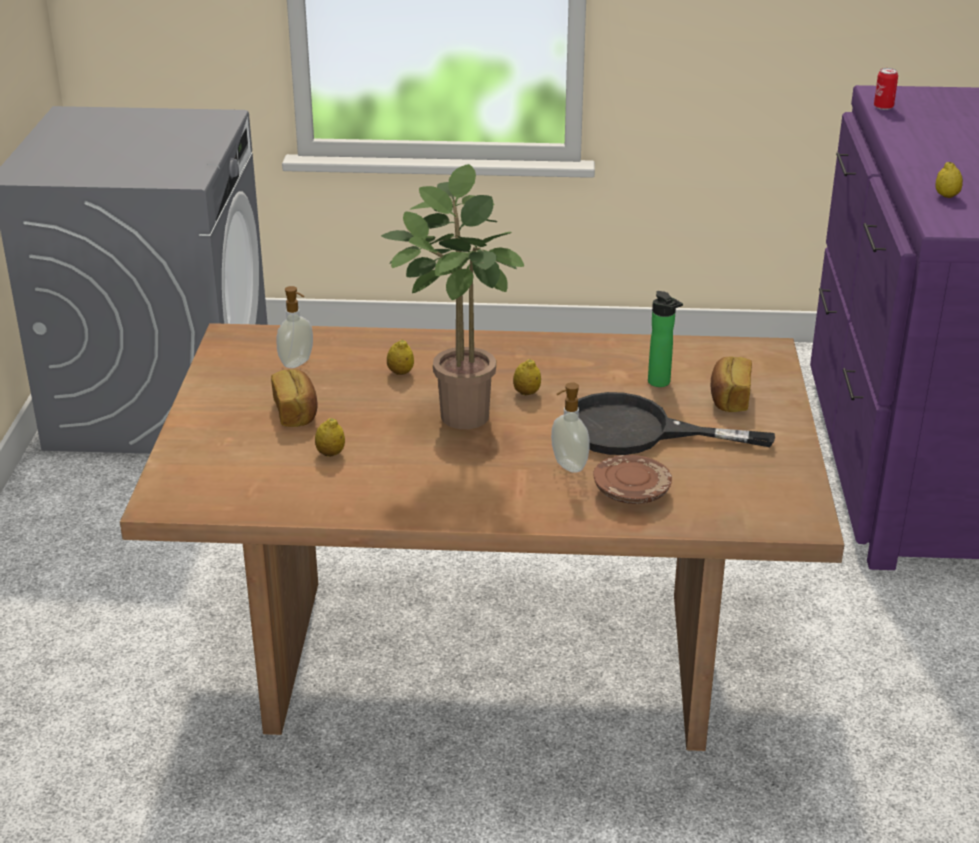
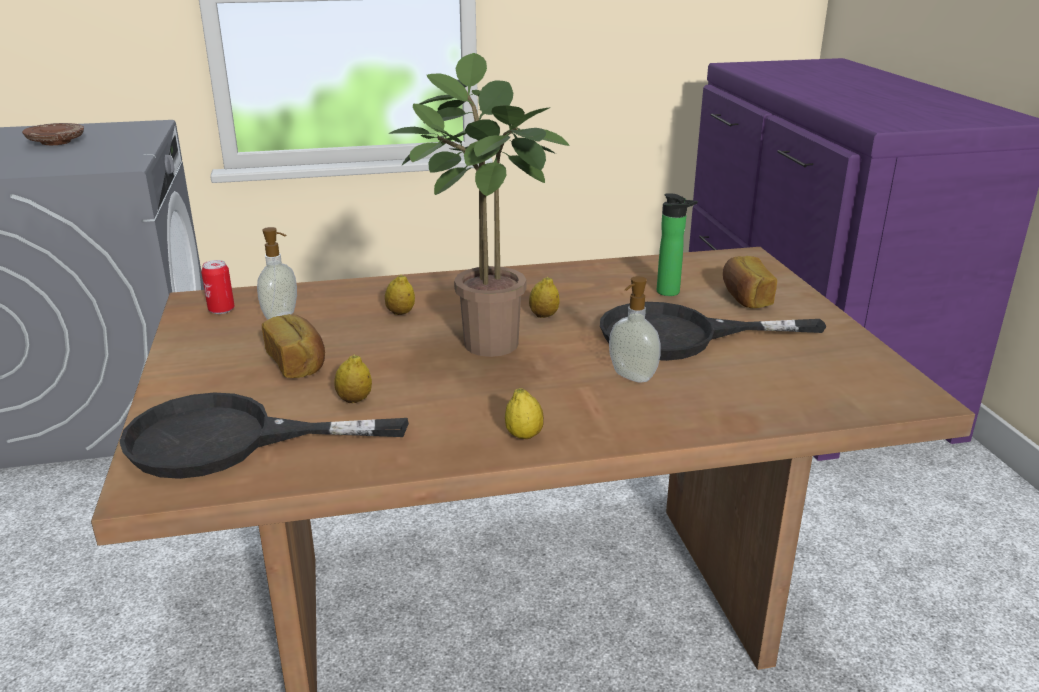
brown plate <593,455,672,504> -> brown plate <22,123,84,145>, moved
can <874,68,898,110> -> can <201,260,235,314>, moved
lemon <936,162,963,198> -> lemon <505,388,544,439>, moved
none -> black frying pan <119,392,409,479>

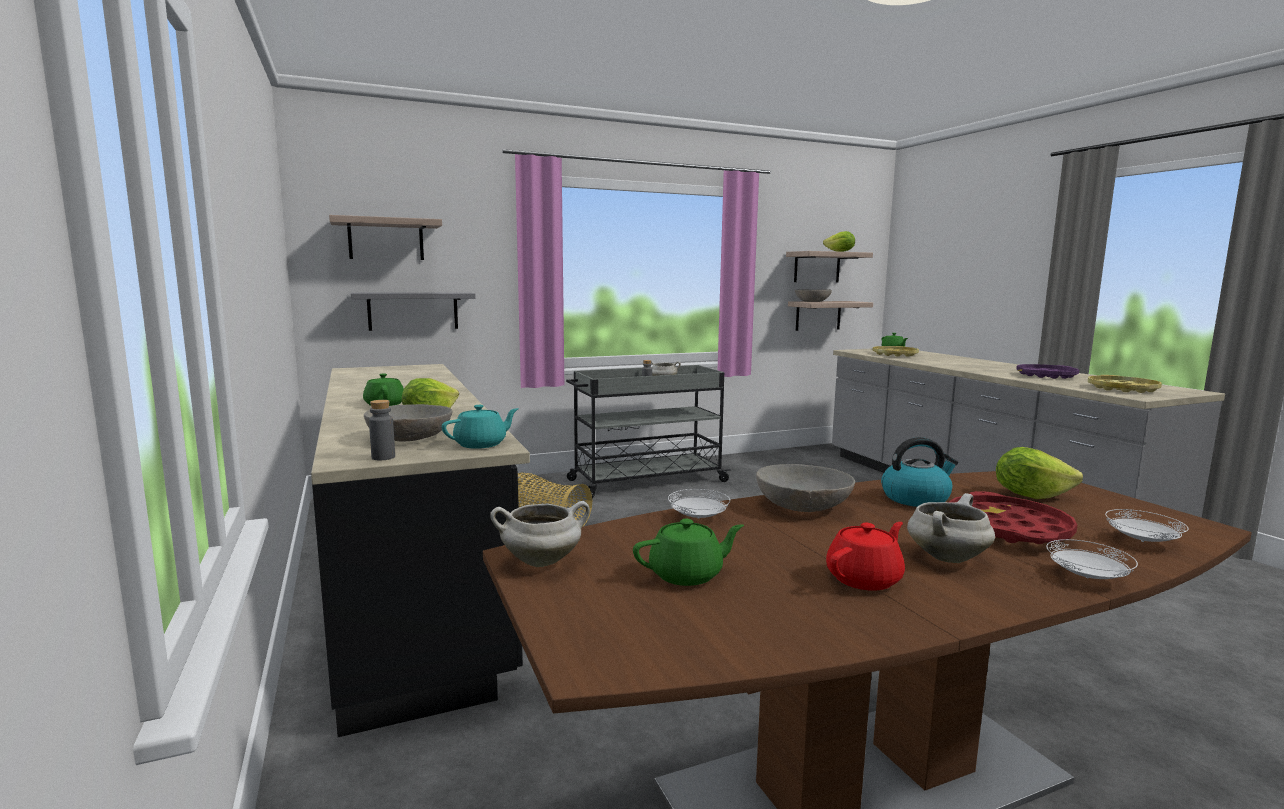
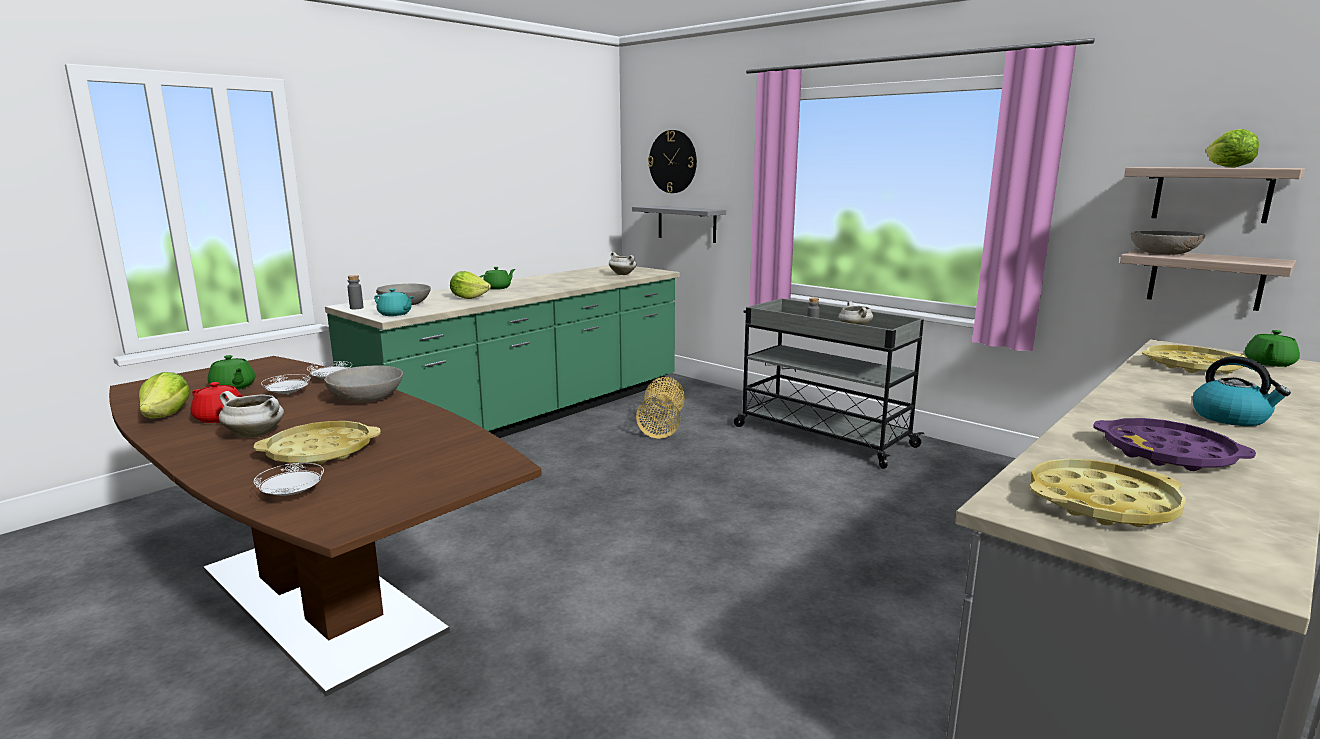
black counter <311,364,530,737> -> green counter <325,265,680,438>
shelf <329,215,442,260> -> wall clock <648,130,697,193>
white cooking pot <490,501,590,567> -> white cooking pot <609,252,637,275>, moved
kettle <881,437,958,507> -> kettle <1192,356,1291,426>, moved
red tray <949,491,1077,544> -> yellow tray <254,421,381,465>
lettuce <996,447,1083,499> -> lettuce <139,372,191,419>, moved
white plate <1046,539,1138,579> -> white plate <261,374,311,395>, moved

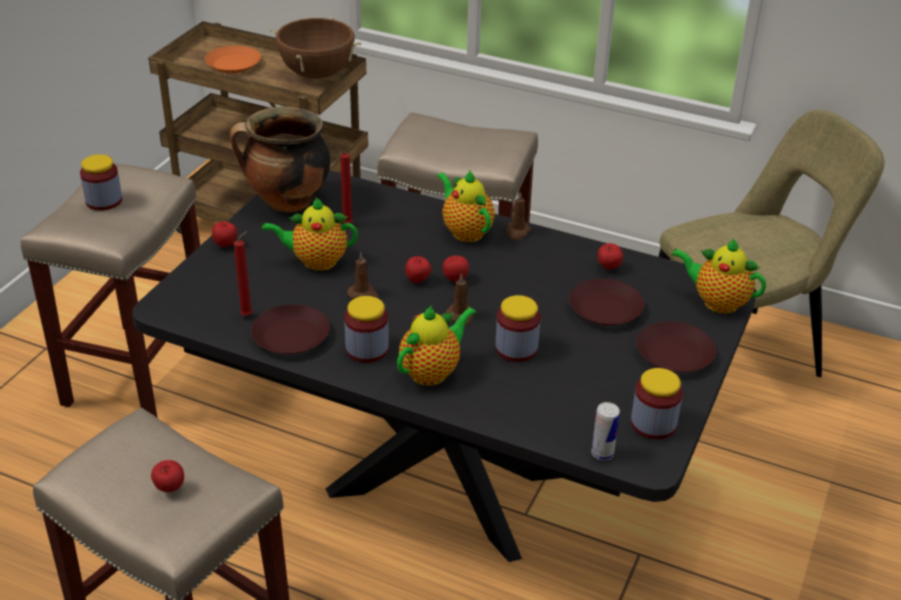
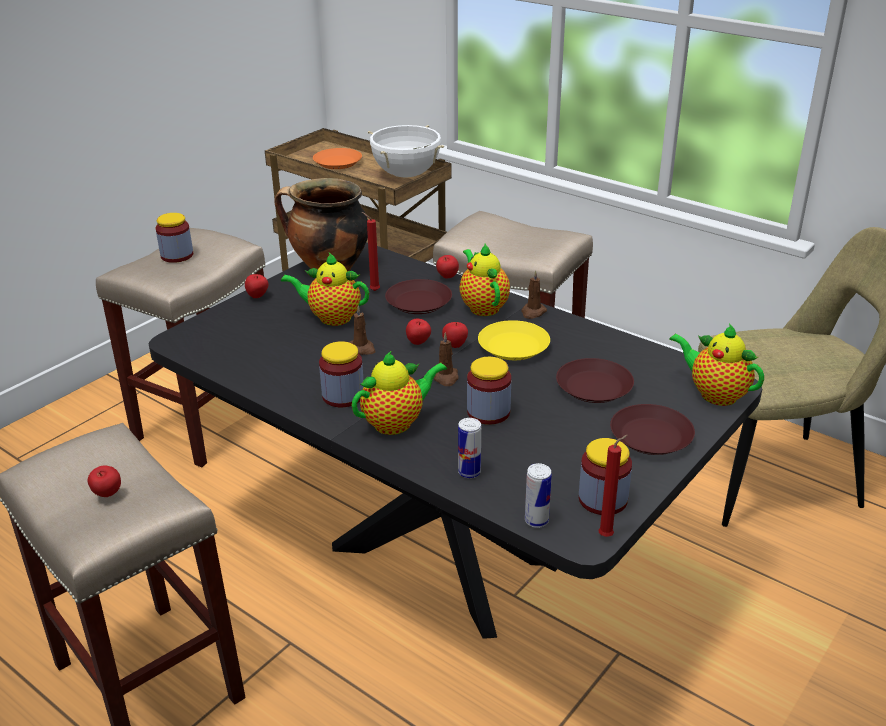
red candle <234,231,252,316> -> red candle <598,435,628,537>, moved
brown plate <251,304,330,354> -> brown plate <385,279,452,314>, moved
brown cooking pot <269,16,362,79> -> white cooking pot <368,125,444,178>
apple <598,243,623,269> -> apple <436,255,459,279>, moved
none -> can <458,418,481,478>
none -> yellow plate <478,320,550,360>

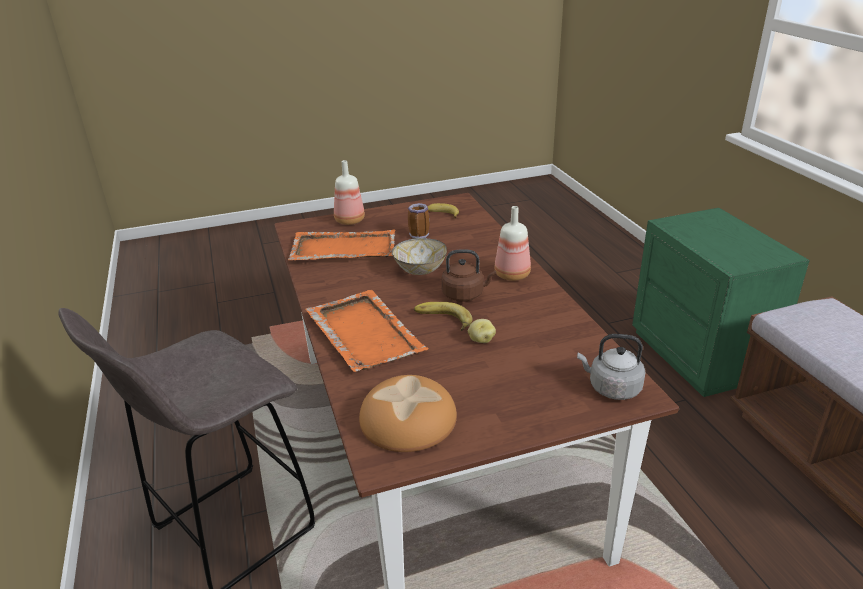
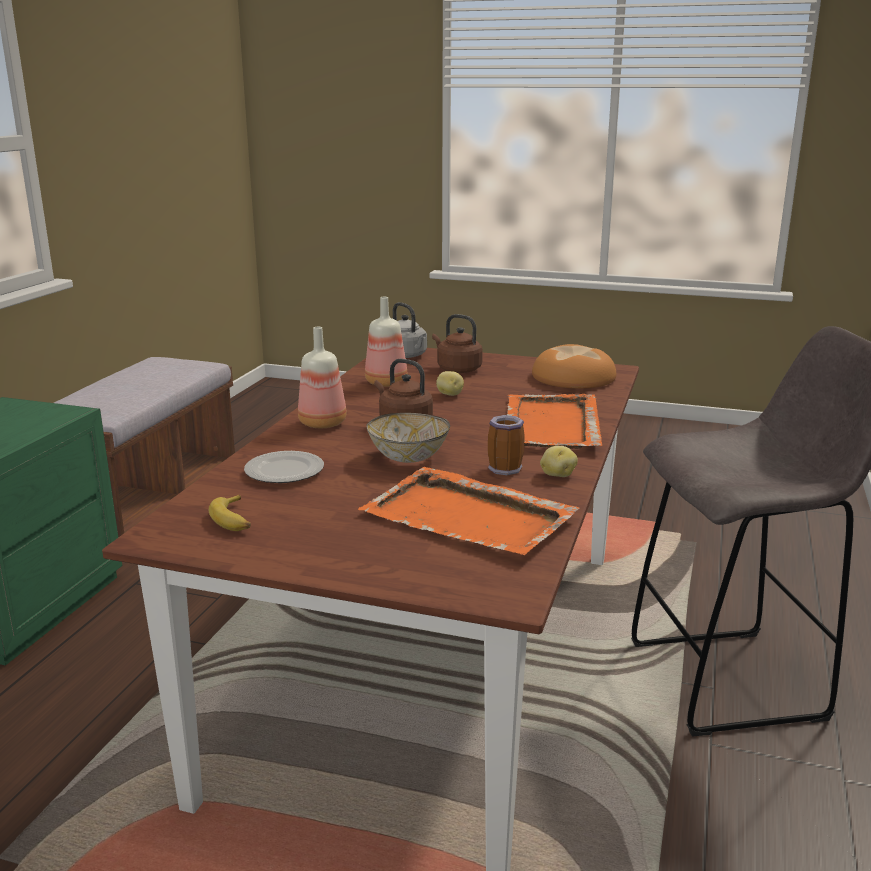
bottle <334,160,365,225> -> bottle <365,297,407,387>, moved
mug <408,203,430,238> -> mug <488,415,525,475>, moved
banana <414,302,472,331> -> none
none -> plate <244,451,324,483>
none -> brown kettle <432,314,483,373>
none -> potato <540,446,578,477>

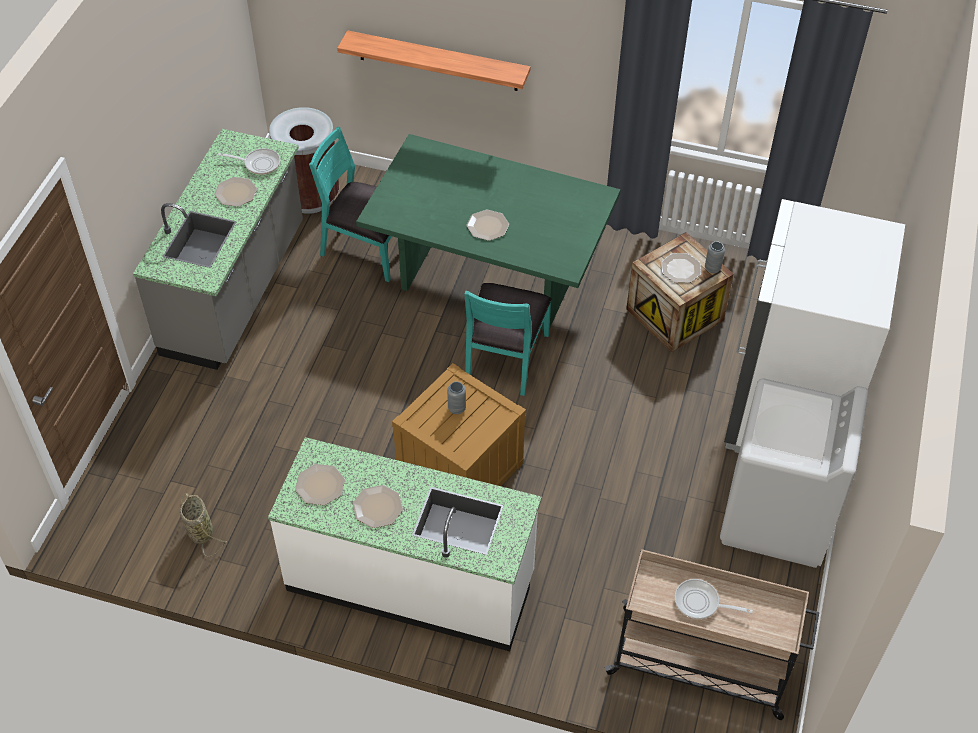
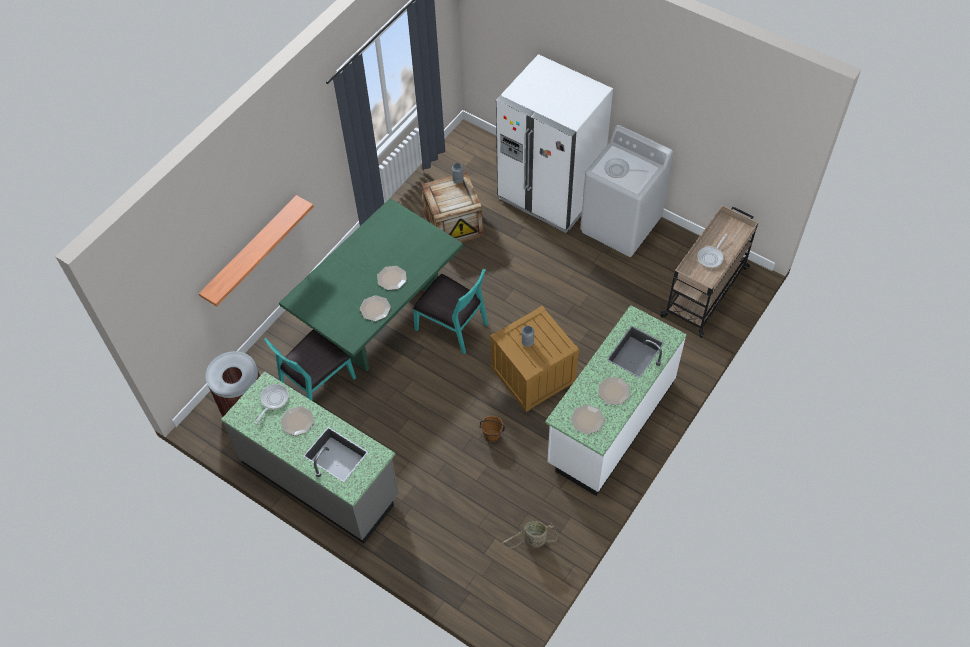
plate <661,253,701,283> -> plate <360,295,391,321>, moved
none -> brown bucket <480,416,505,442>
none -> frying pan <604,158,648,178>

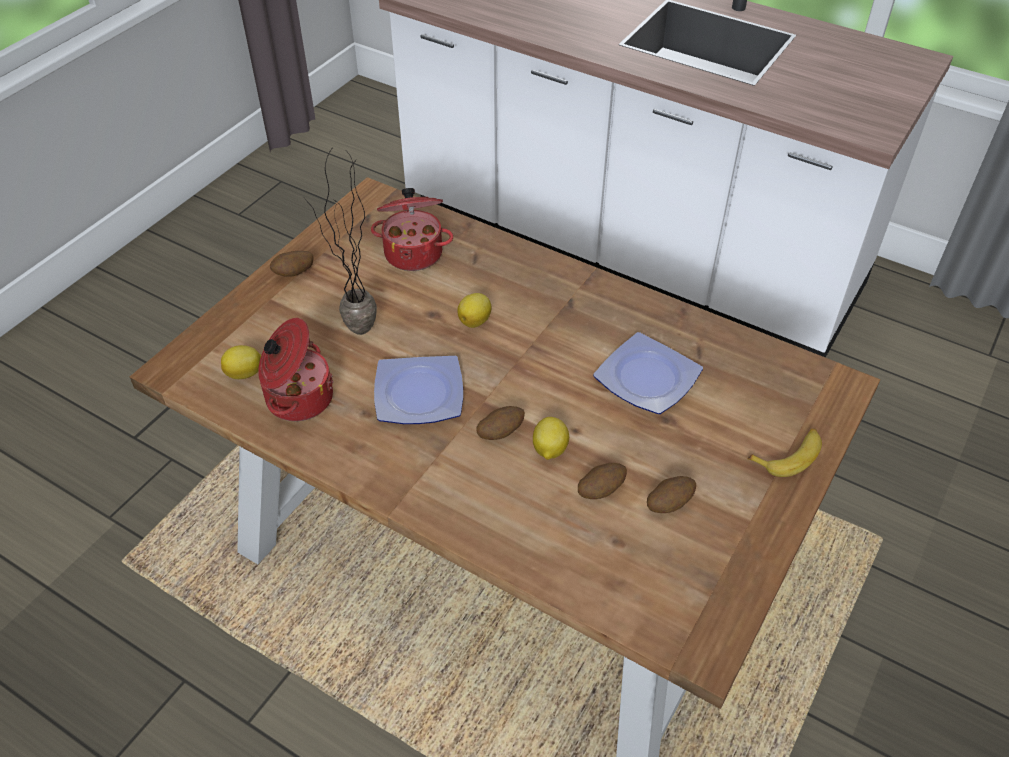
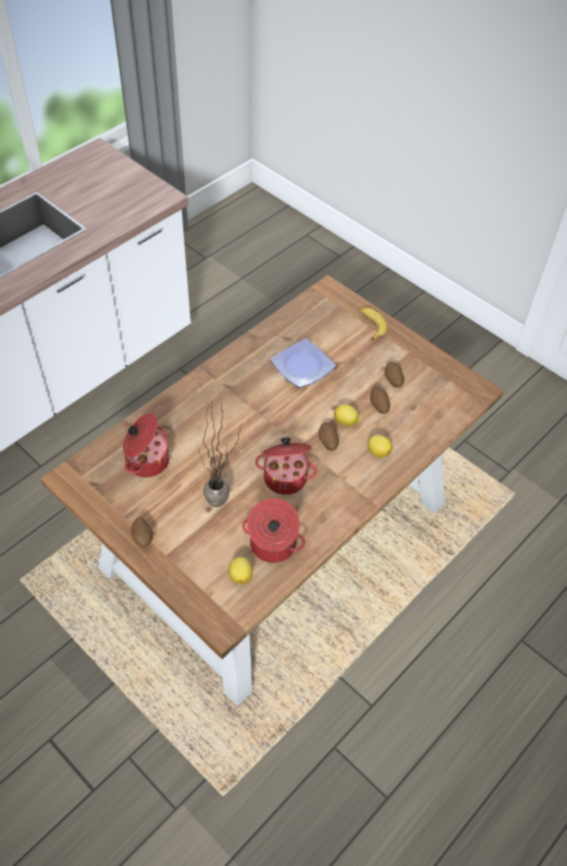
plate <374,356,463,424> -> cooking pot <255,437,317,495>
lemon <457,293,492,328> -> lemon <368,435,392,458>, moved

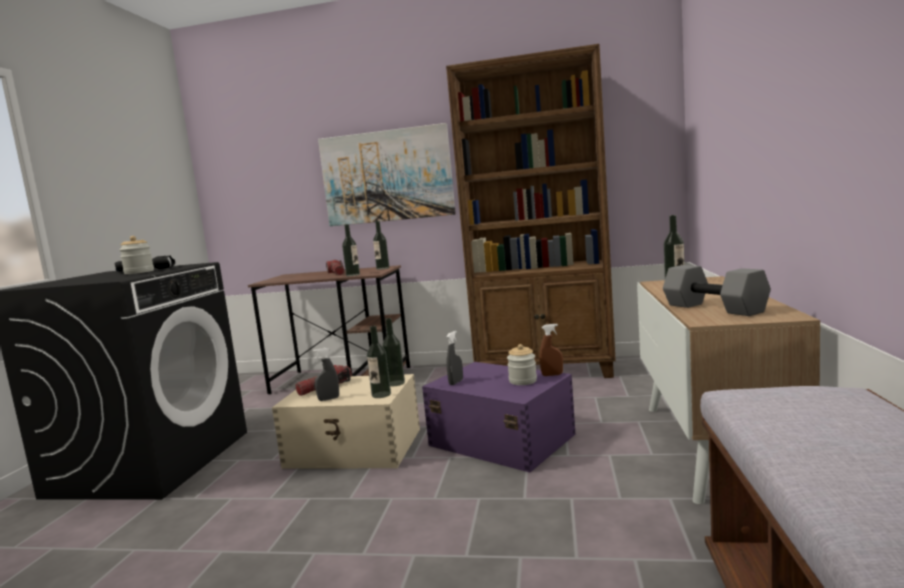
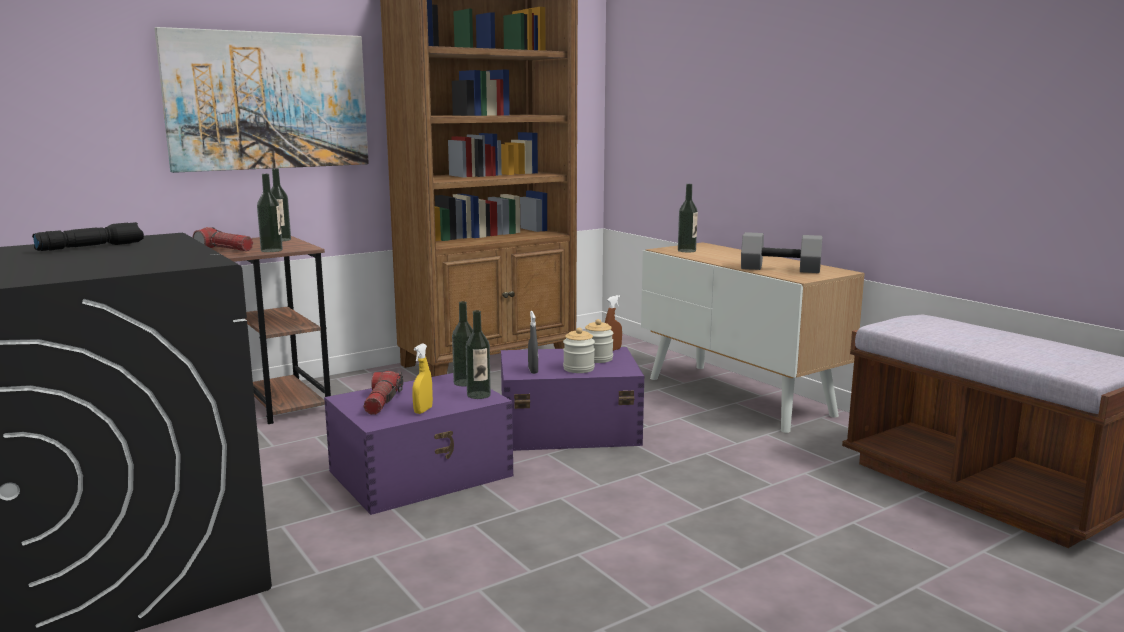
jar <119,236,154,274> -> jar <563,328,595,373>, moved
beige storage box <272,374,420,469> -> purple storage box <324,373,514,515>
grey spray bottle <313,348,339,401> -> yellow spray bottle <412,344,433,414>

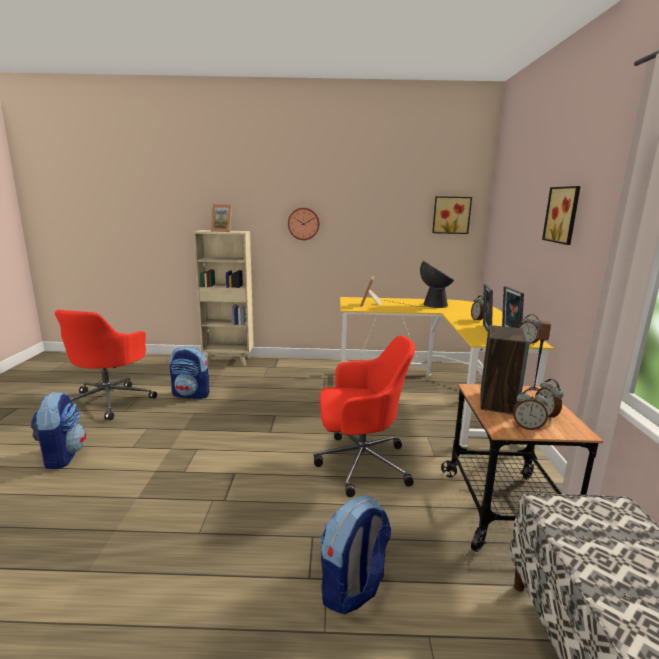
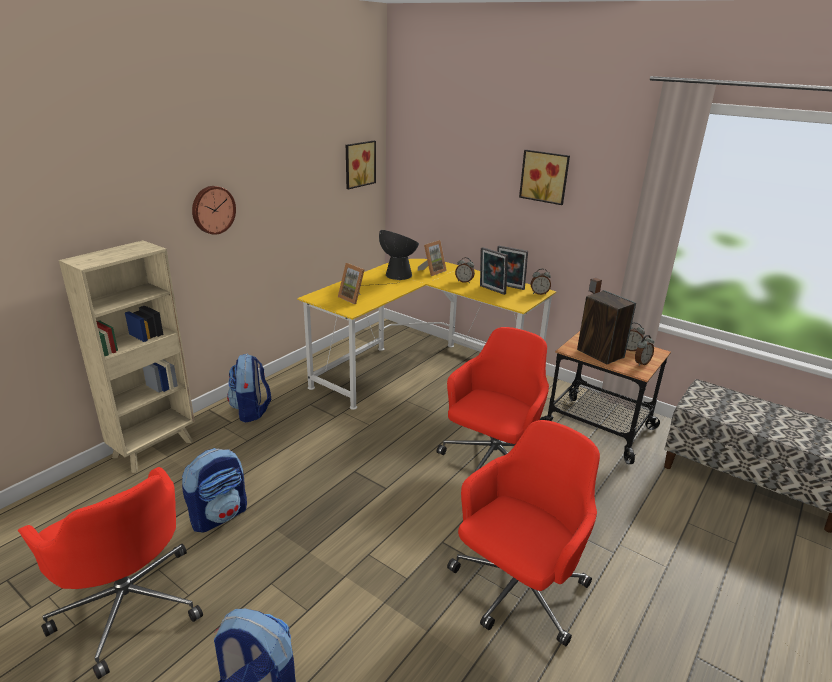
picture frame <211,204,232,232> -> picture frame <418,240,447,276>, moved
backpack <321,495,391,614> -> backpack <227,353,271,422>, moved
none -> red office chair <447,420,600,646>

